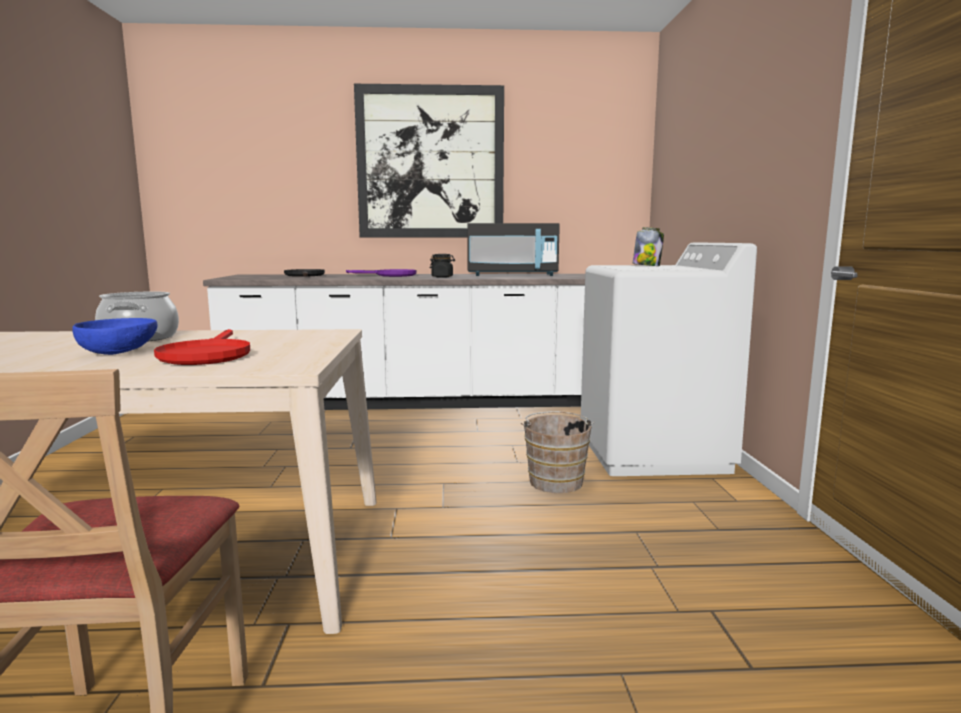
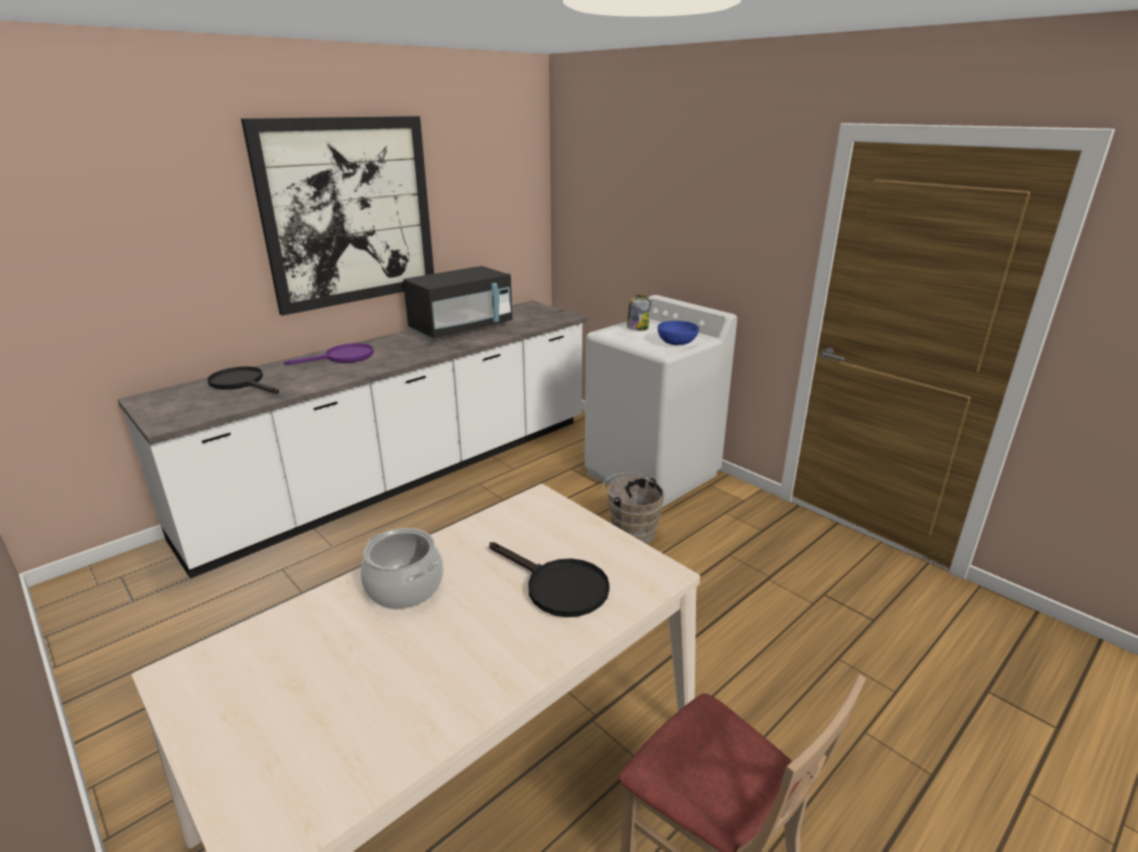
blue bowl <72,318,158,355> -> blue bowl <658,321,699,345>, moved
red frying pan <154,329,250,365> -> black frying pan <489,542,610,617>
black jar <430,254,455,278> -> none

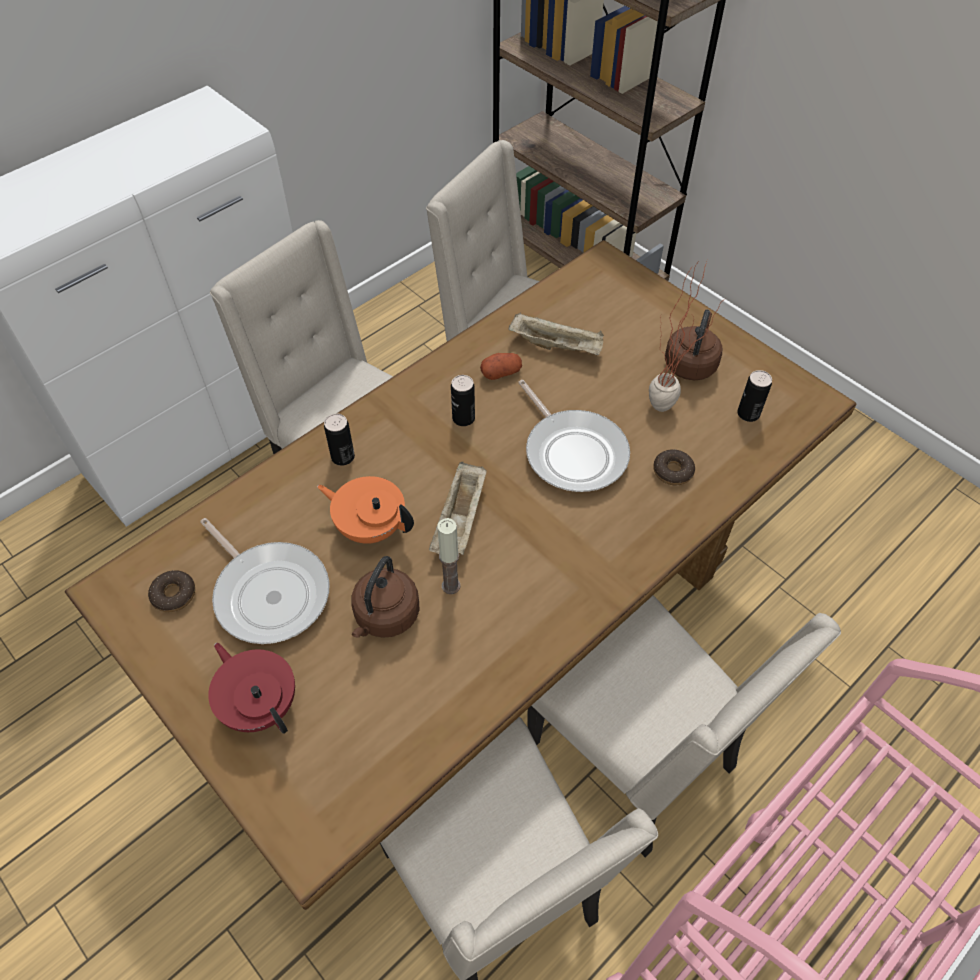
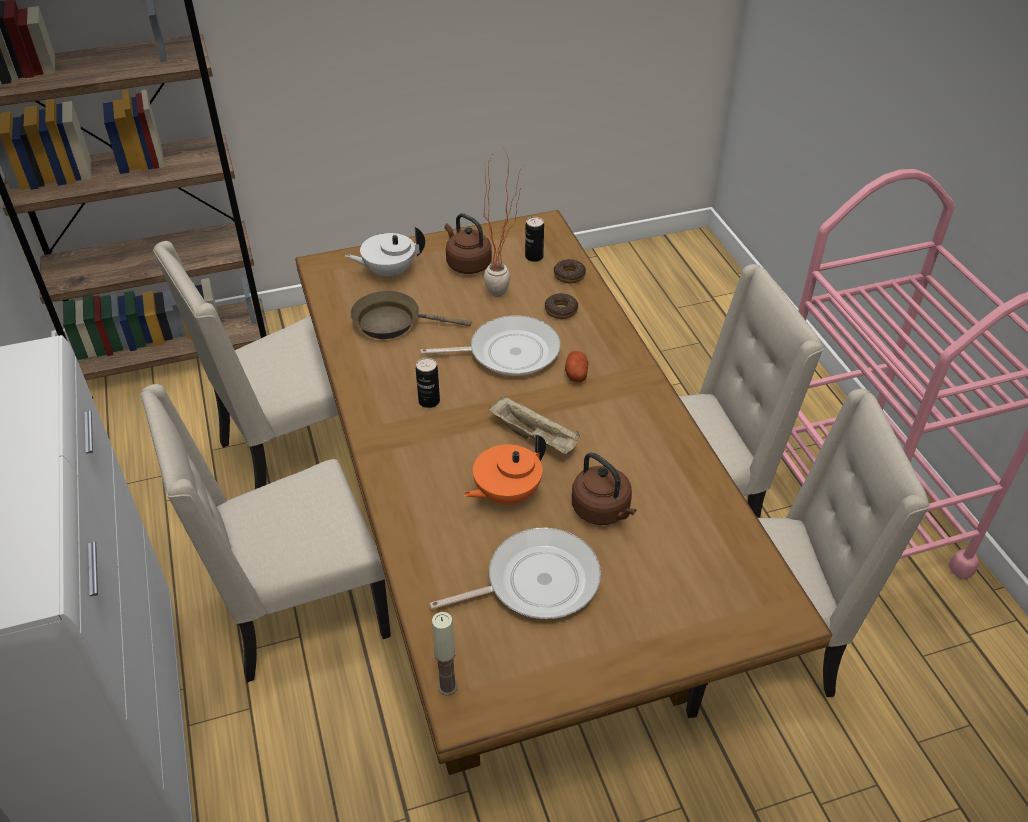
donut <148,570,195,612> -> donut <554,259,586,283>, moved
red teapot <208,643,295,734> -> none
can <324,414,355,466> -> none
candle <438,518,461,594> -> candle <432,612,458,696>, moved
potato <480,353,522,380> -> potato <565,351,589,382>, moved
beige tray <508,312,604,355> -> brown frying pan <350,291,471,339>
none -> white teapot <345,226,425,279>

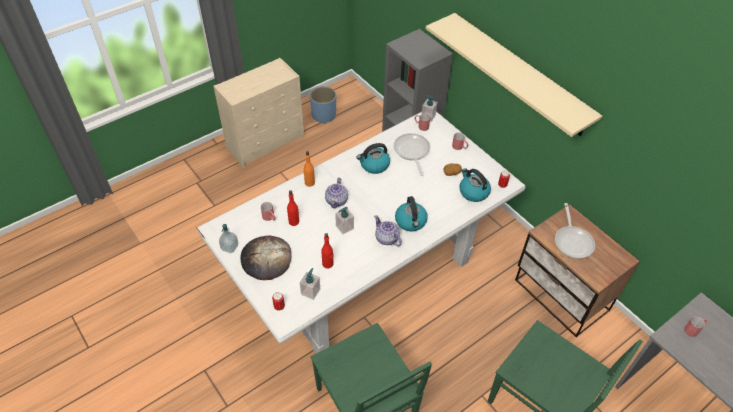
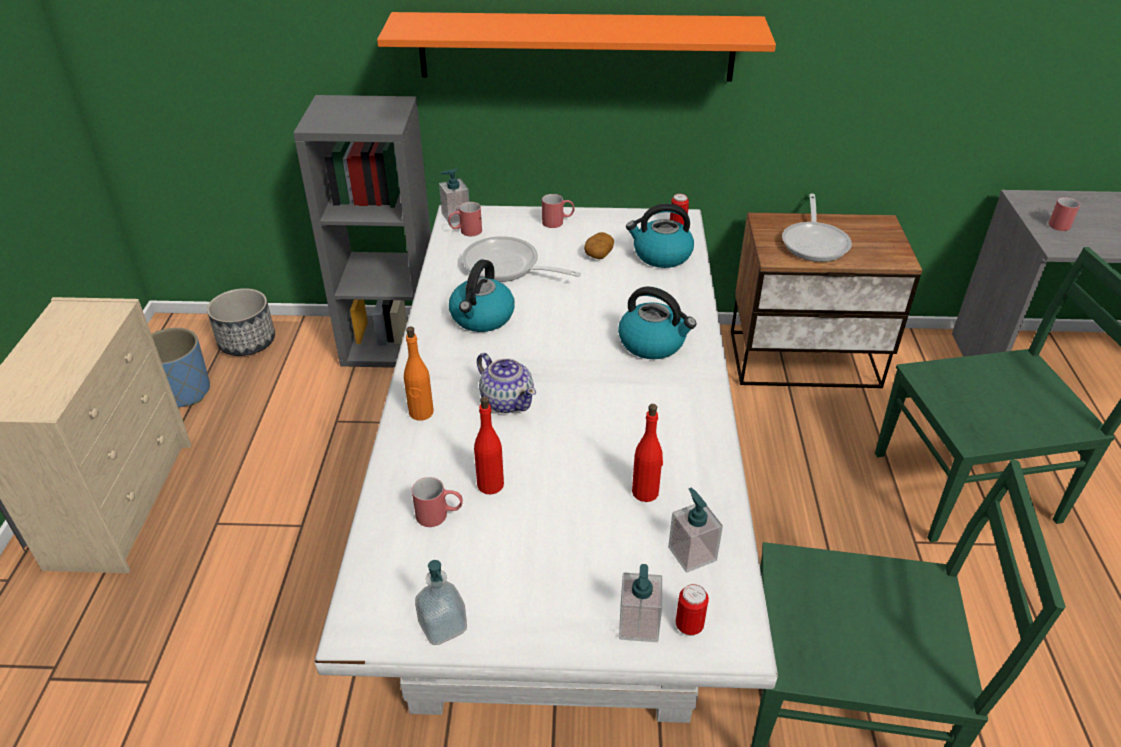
bread <240,236,291,280> -> none
soap dispenser <335,207,354,234> -> soap dispenser <619,564,662,642>, moved
teapot <374,215,402,247> -> none
beige shelf <426,13,602,137> -> orange shelf <377,12,776,82>
frying pan <555,203,595,258> -> frying pan <782,194,852,262>, 60 degrees clockwise
none -> planter <207,288,275,356>

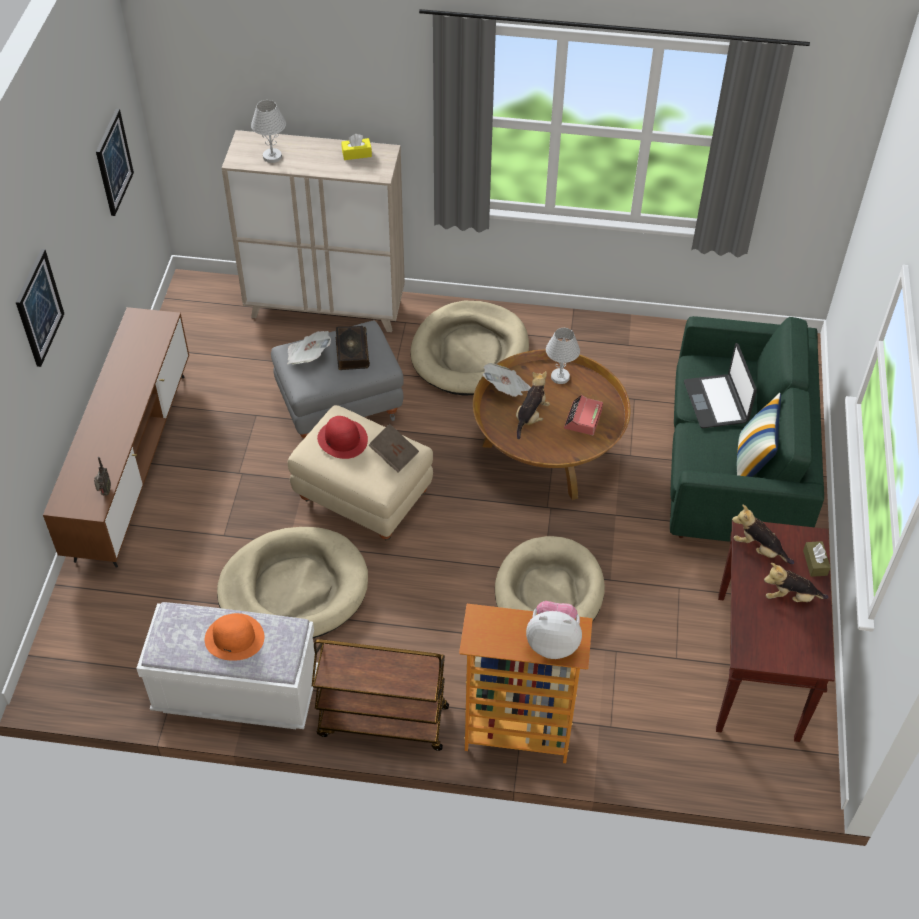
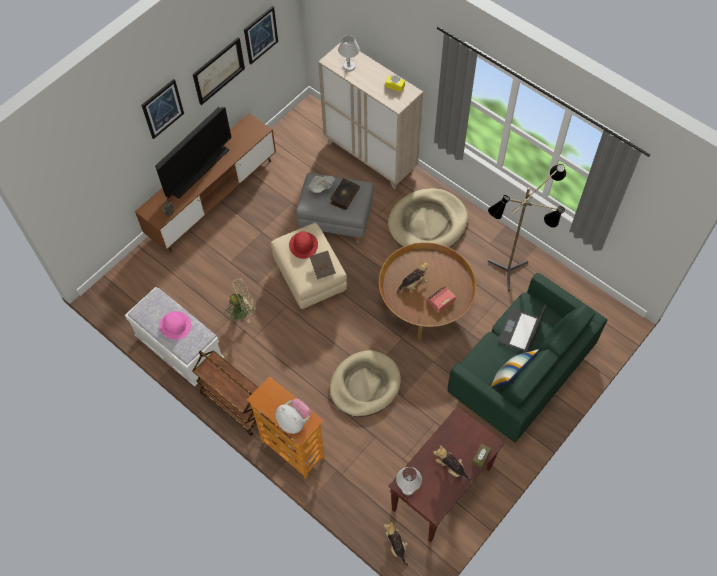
orange hat <205,613,264,661> -> pink hat <159,311,191,340>
beige dog bed <217,527,368,638> -> green fan <226,278,256,323>
newspaper <482,363,531,397> -> none
white table lamp <546,328,580,384> -> white table lamp <396,467,422,495>, moved
plush toy <732,505,794,564> -> plush toy <384,522,408,566>, moved
none -> television <155,107,232,199>
none -> picture <193,37,245,105>
none -> floor lamp <488,164,566,291>

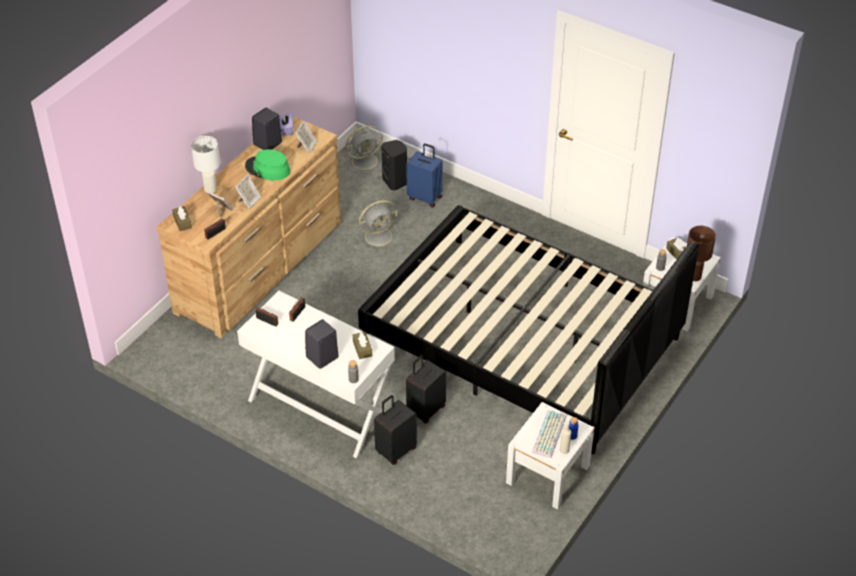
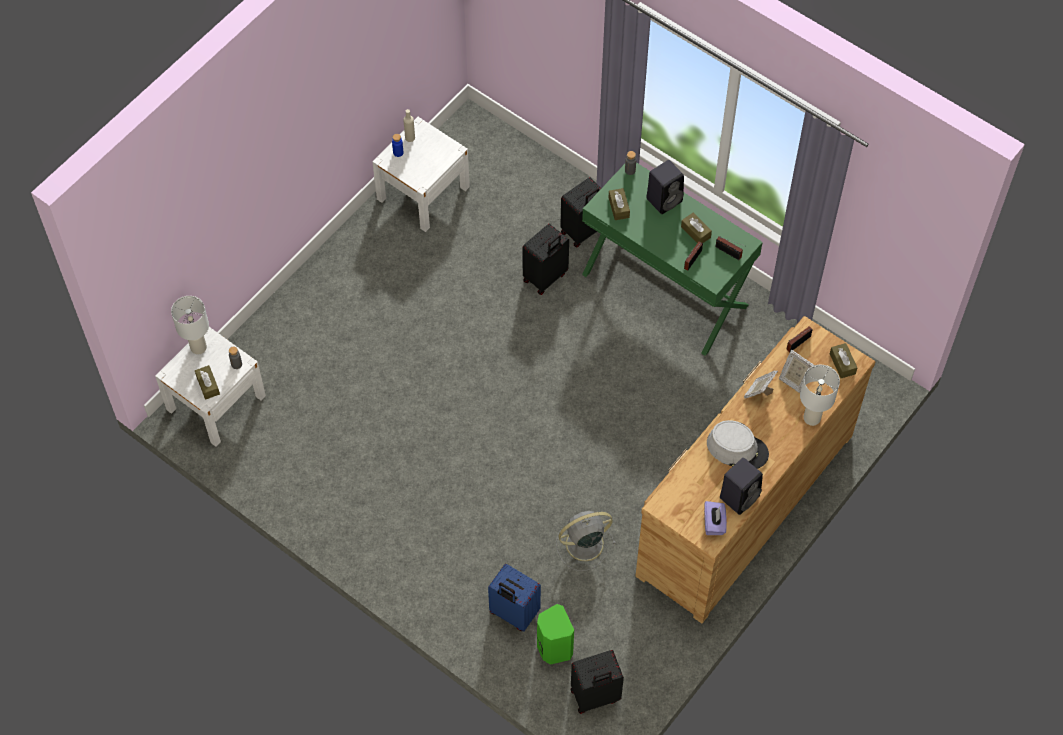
white desk <237,291,395,458> -> green desk <582,162,763,356>
green hat <245,149,290,180> -> grey hat <707,420,769,469>
picture frame <295,121,317,153> -> none
grey fan <344,126,383,174> -> black suitcase <571,650,624,714>
black bed <358,205,699,454> -> none
black speaker <381,140,407,190> -> green speaker <537,604,574,665>
keyboard <532,410,566,458> -> none
brown table lamp <687,226,716,281> -> white table lamp <171,296,209,354>
none -> brown tissue box <681,213,712,243>

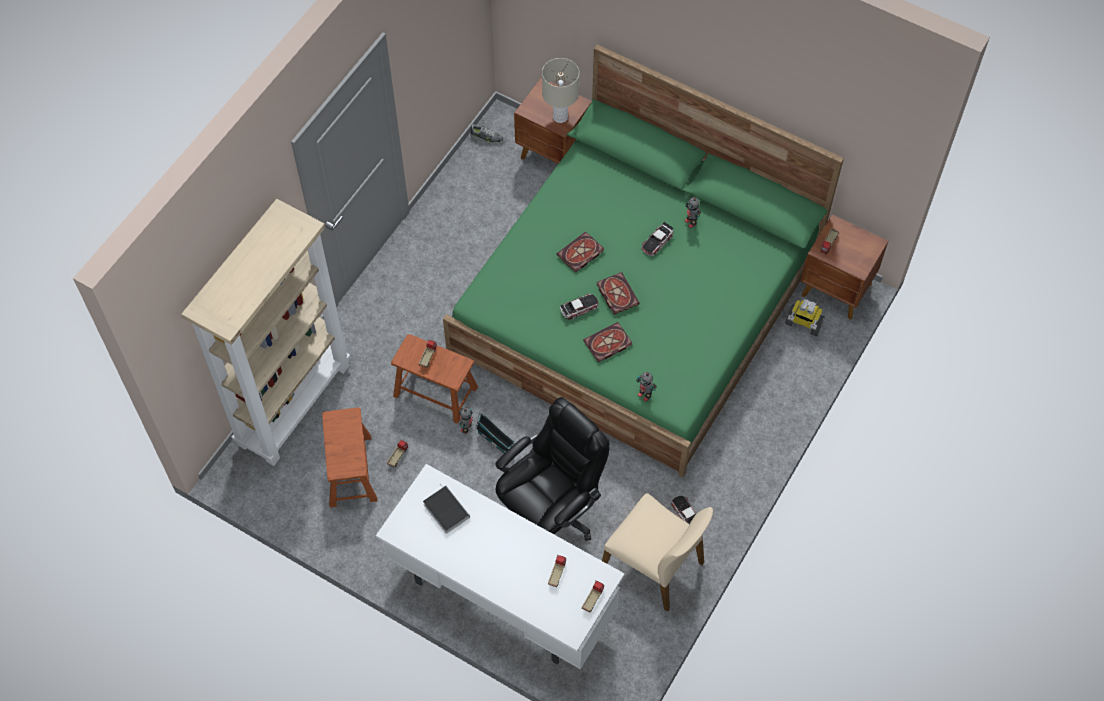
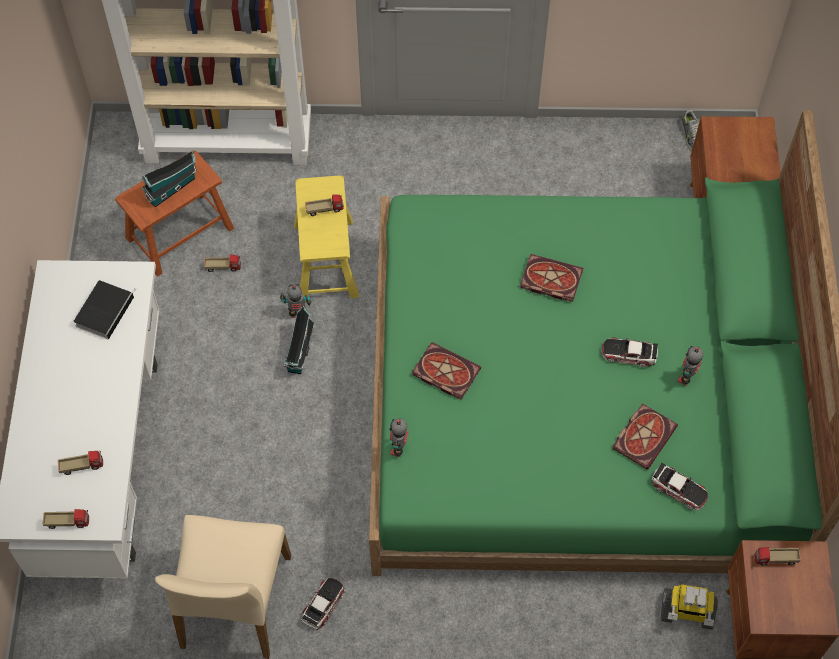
brown stool <391,334,478,423> -> yellow stool <294,176,359,302>
black office chair <495,397,610,541> -> none
beige table lamp <542,58,579,123> -> none
toy car <560,294,599,319> -> toy car <651,462,708,511>, moved
book <597,272,640,315> -> book <612,403,678,470>, moved
toy robot <785,299,825,336> -> toy robot <661,584,718,630>, 75 degrees counterclockwise
none -> toy house <142,151,197,207>

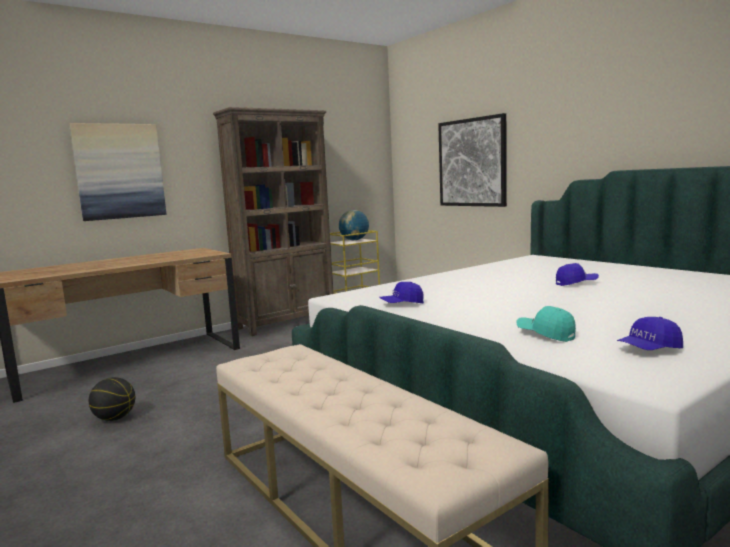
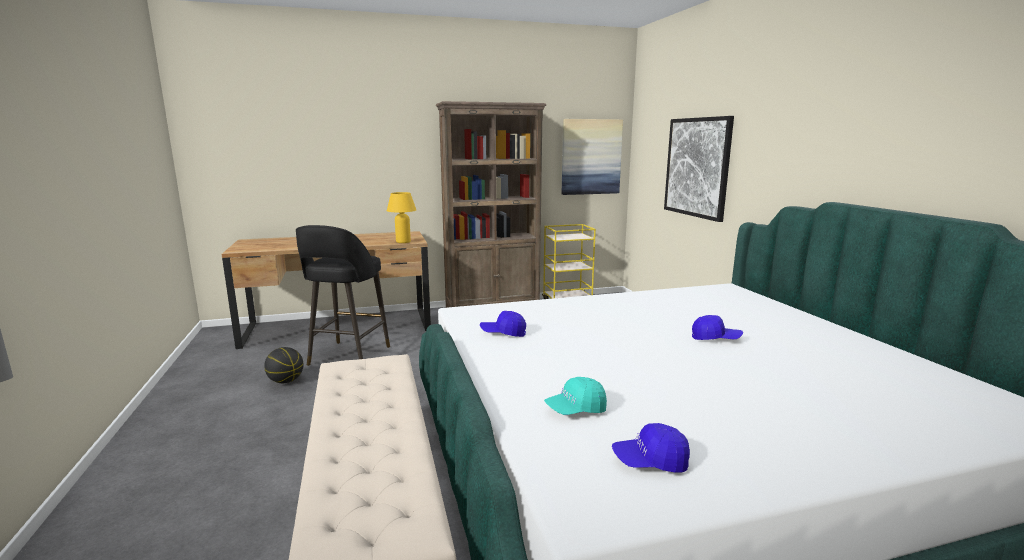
picture <69,123,166,221> -> picture <562,119,623,195>, moved
globe <339,210,369,240> -> none
turquoise cap <516,306,576,342> -> turquoise cap <544,377,607,415>, 90 degrees counterclockwise
none -> black stool <296,225,390,366>
none -> yellow table lamp <387,192,416,243>

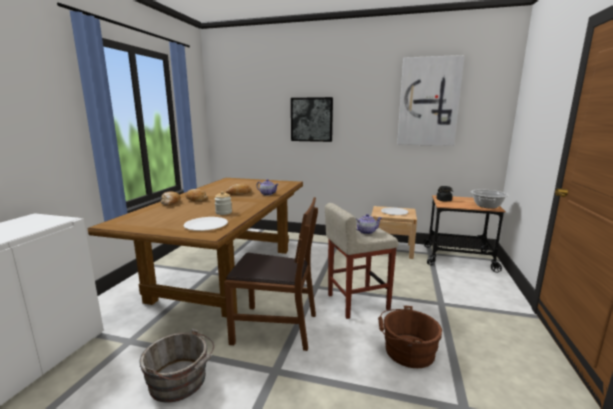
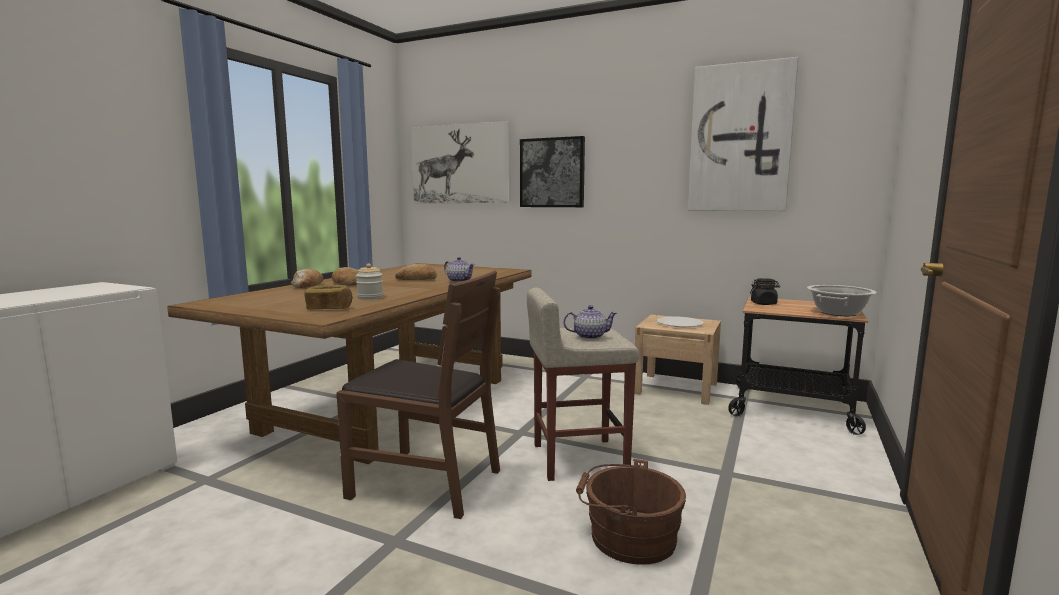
grey bucket <140,328,214,403> -> none
white plate <184,217,228,231> -> bread <304,285,352,310>
none -> picture <411,121,511,203>

